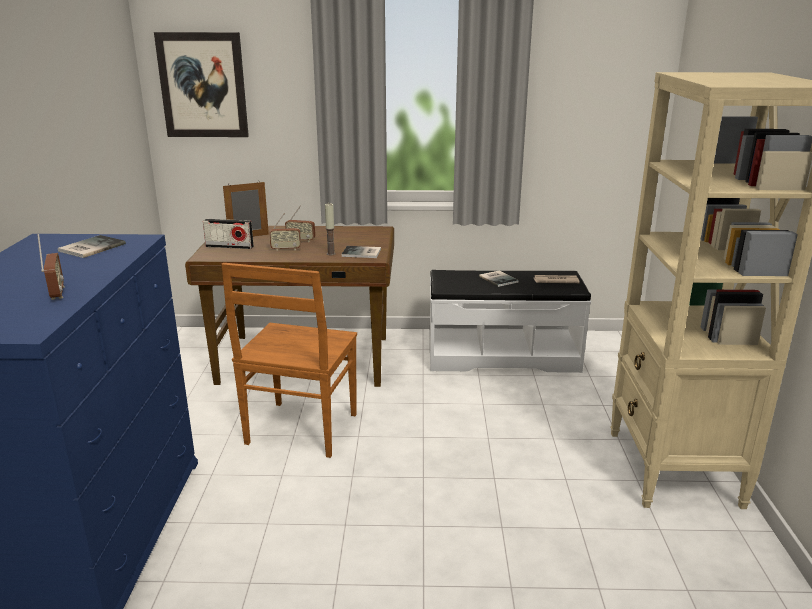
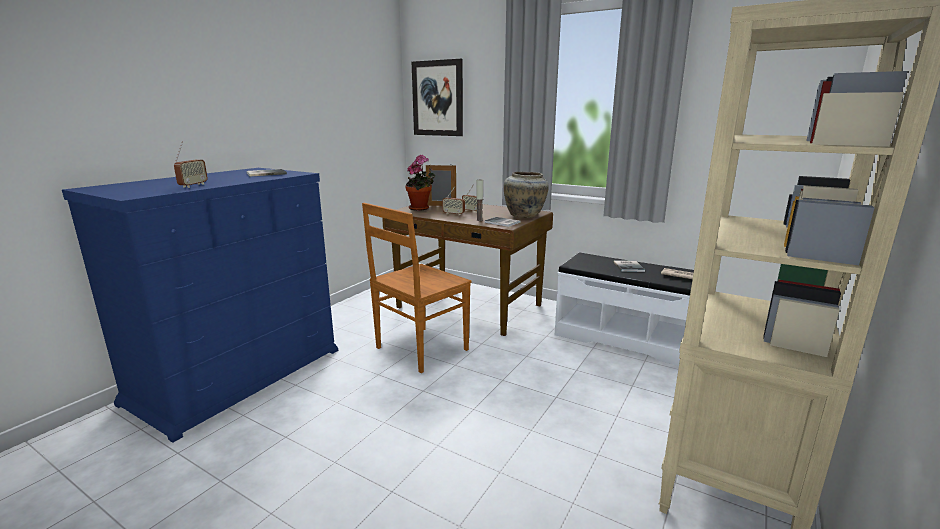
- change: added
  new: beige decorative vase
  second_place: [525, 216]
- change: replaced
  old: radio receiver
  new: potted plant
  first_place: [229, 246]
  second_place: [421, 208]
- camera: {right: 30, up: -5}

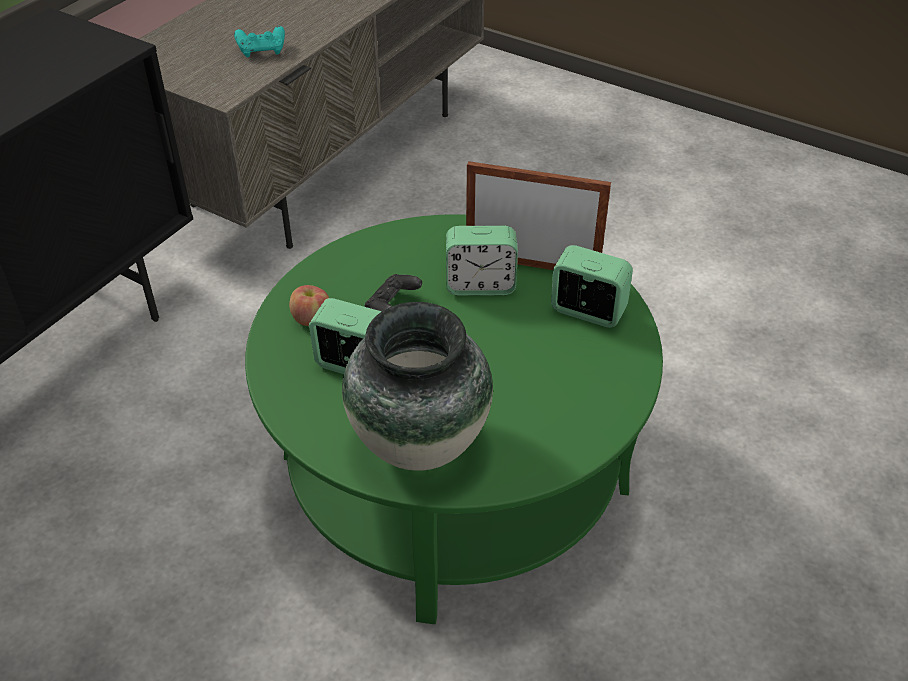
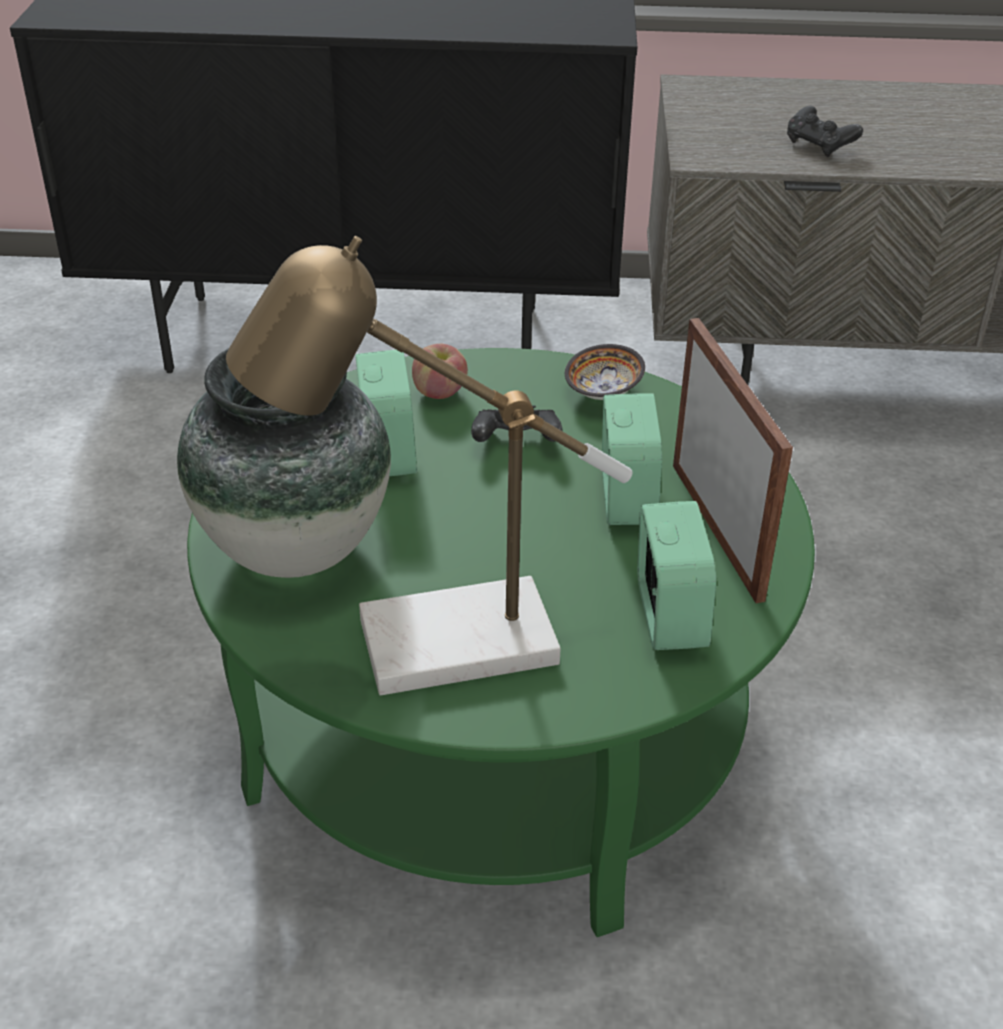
- change: added
  new: tabletop lamp
  second_place: [431, 649]
- change: added
  new: deep dish
  second_place: [603, 392]
- change: recoloured
  old: blue-green gamepad
  new: blackish gamepad
  first_place: [262, 51]
  second_place: [819, 146]
- change: turned
  old: table clock
  first_place: [480, 285]
  second_place: [627, 498]
  degrees: -150
- camera: {right: 60, up: -5}

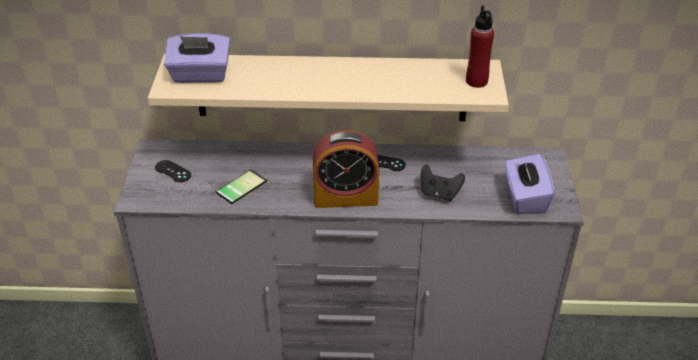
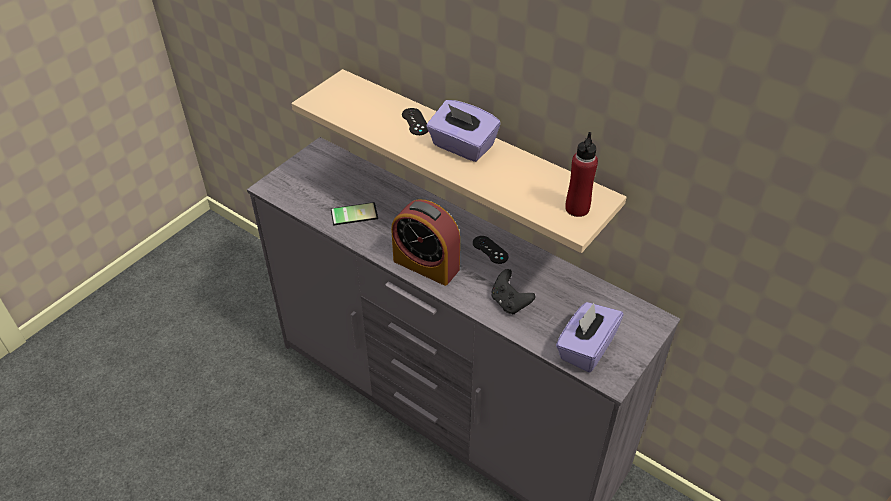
- change: moved
  old: blackish gamepad
  first_place: [173, 171]
  second_place: [415, 122]
- change: moved
  old: purple-coloured tissue box
  first_place: [200, 75]
  second_place: [462, 147]
- camera: {right: 35, up: 5}

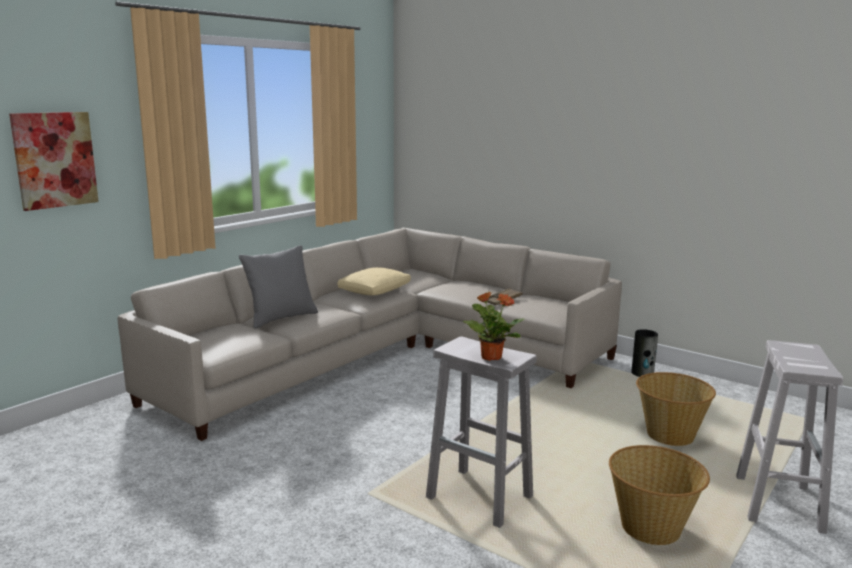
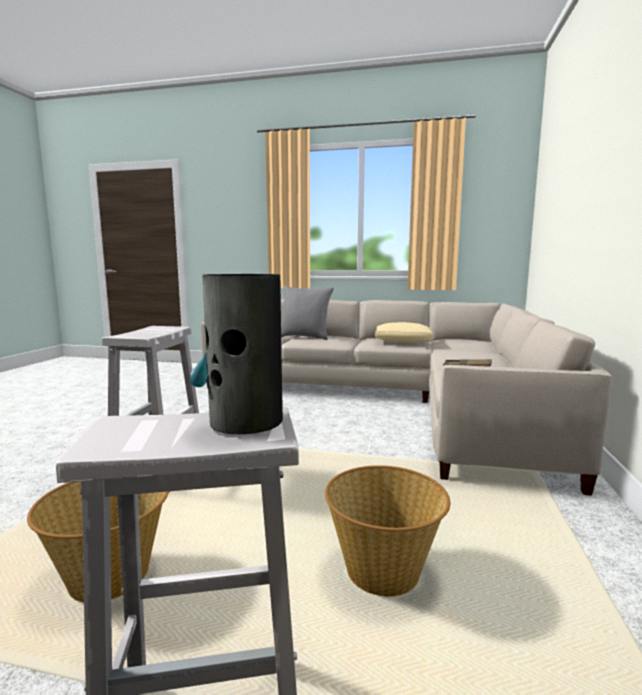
- change: removed
  old: picture
  first_place: [55, 160]
- change: removed
  old: potted plant
  first_place: [490, 357]
- change: moved
  old: decorative vase
  first_place: [642, 374]
  second_place: [245, 421]
- camera: {right: 65, up: -5}

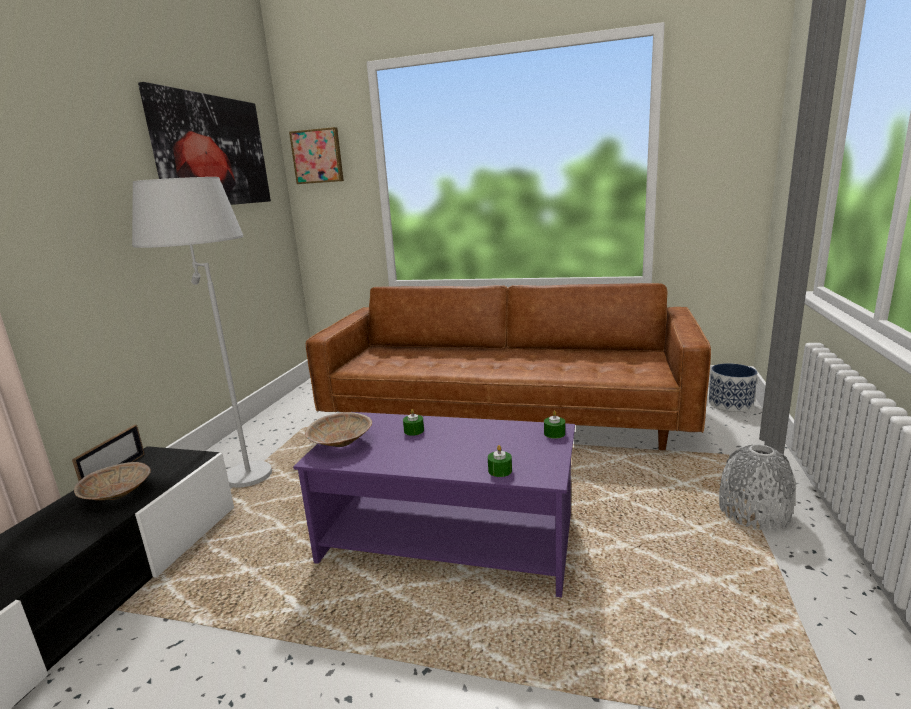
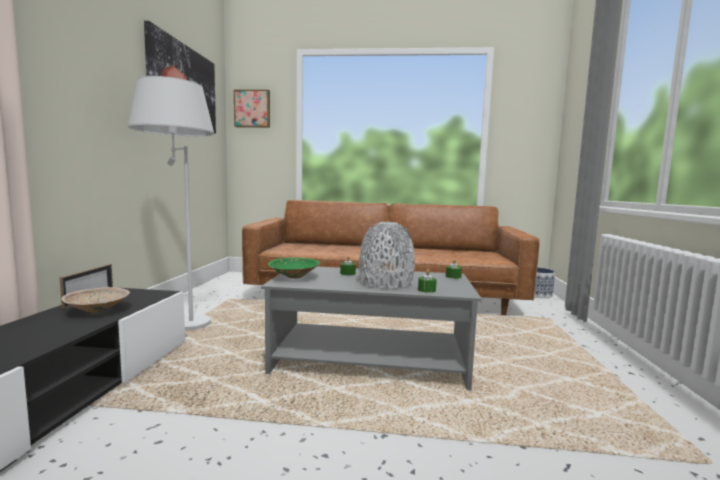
- change: moved
  old: greyish decorative vase
  first_place: [754, 512]
  second_place: [386, 282]
- change: recoloured
  old: purple-coloured lounge table
  new: greyish lounge table
  first_place: [449, 539]
  second_place: [371, 360]
- change: recoloured
  old: beige deep dish
  new: green deep dish
  first_place: [340, 444]
  second_place: [293, 277]
- camera: {right: -10, up: -10}

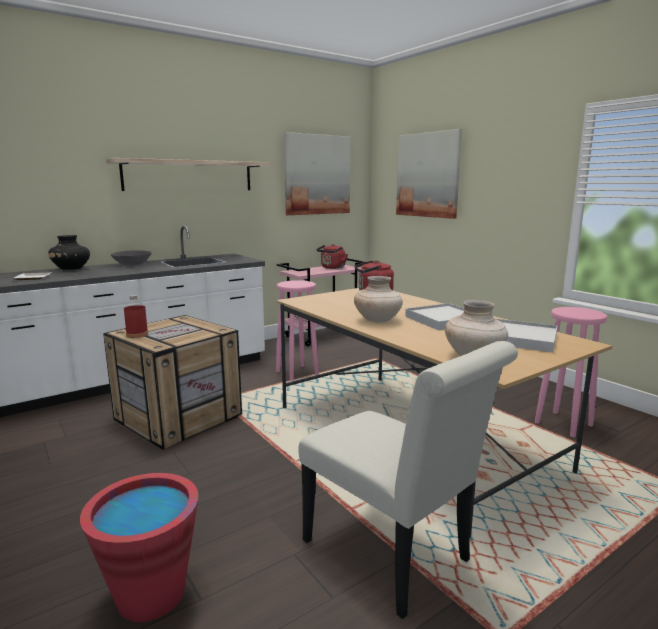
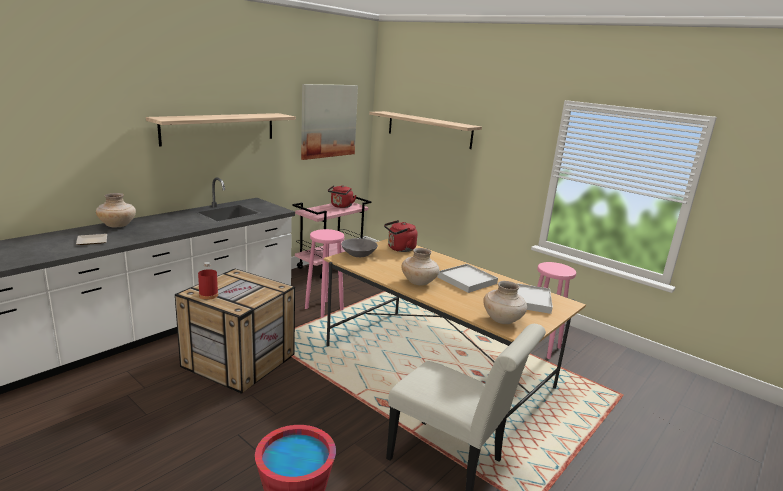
- change: moved
  old: greyish deep dish
  first_place: [132, 265]
  second_place: [359, 255]
- change: replaced
  old: picture
  new: bracket shelf
  first_place: [428, 175]
  second_place: [429, 129]
- change: recoloured
  old: blackish decorative vase
  new: beige decorative vase
  first_place: [71, 269]
  second_place: [118, 225]
- camera: {right: -15, up: 5}

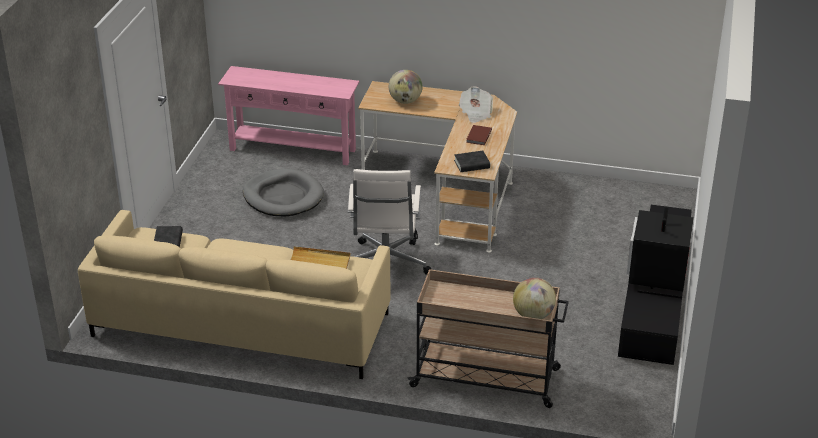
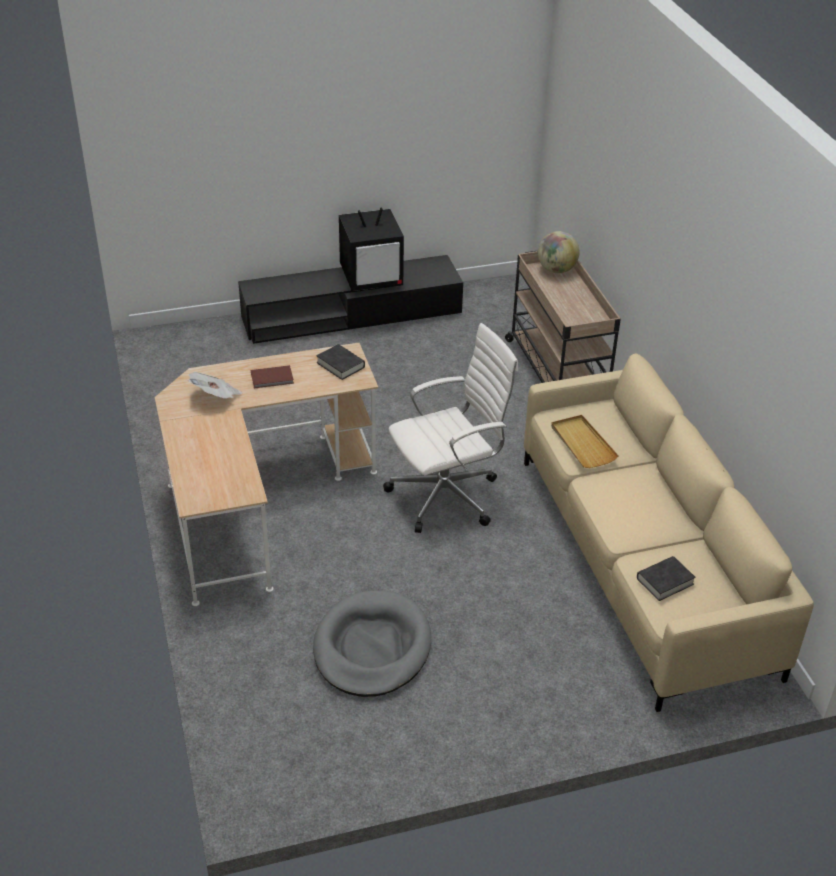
- change: removed
  old: pink-coloured hall table
  first_place: [293, 149]
- change: removed
  old: desk globe
  first_place: [405, 101]
- camera: {right: -120, up: 5}

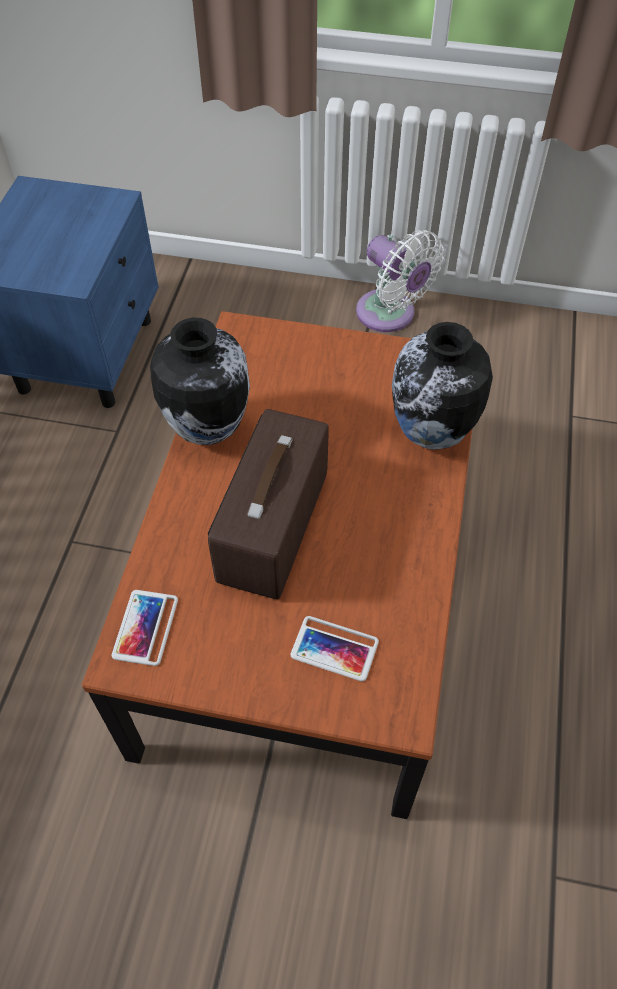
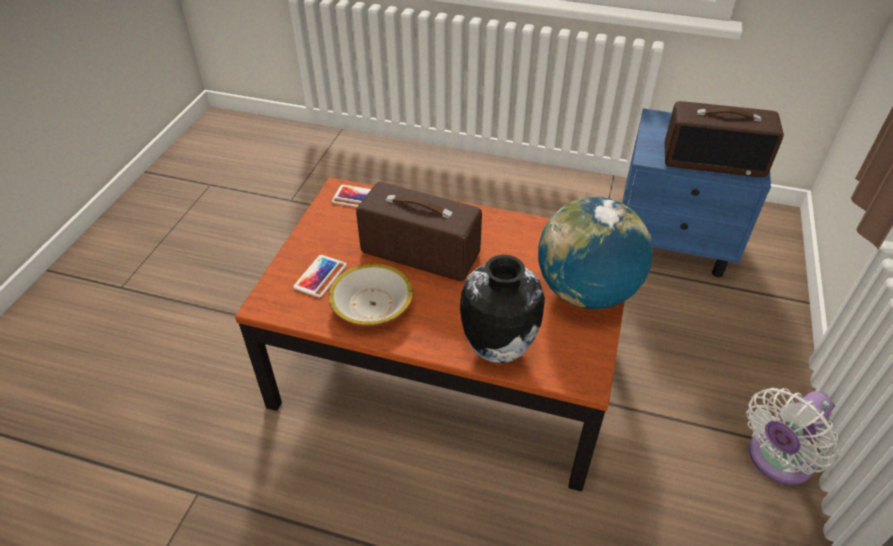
- change: removed
  old: decorative vase
  first_place: [208, 429]
- change: added
  new: deep dish
  second_place: [372, 305]
- change: added
  new: desk globe
  second_place: [586, 292]
- change: added
  new: radio receiver
  second_place: [714, 160]
- camera: {right: 95, up: -10}

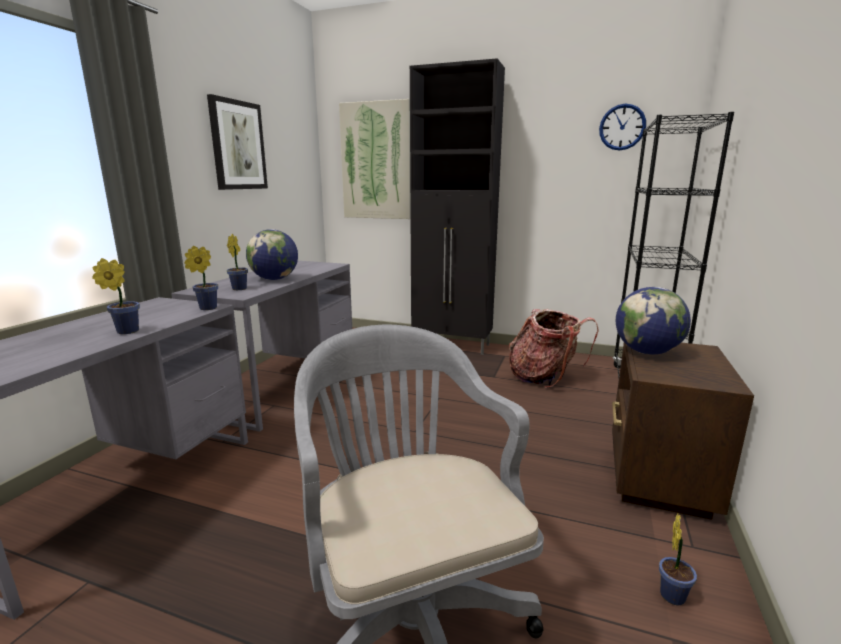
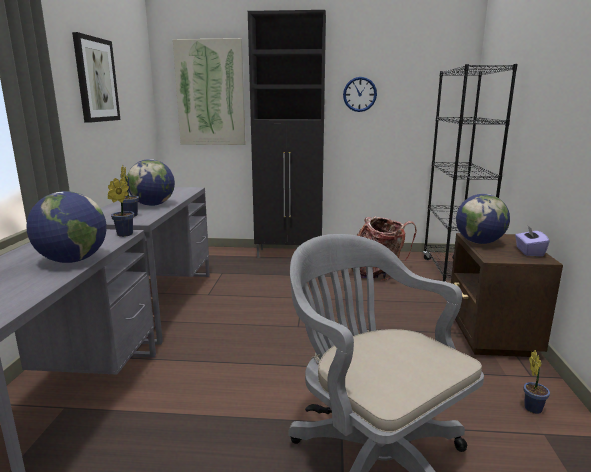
- change: added
  new: purple-coloured tissue box
  second_place: [529, 252]
- change: moved
  old: hanging clock
  first_place: [622, 127]
  second_place: [359, 94]
- change: replaced
  old: potted plant
  new: desk globe
  first_place: [125, 331]
  second_place: [73, 260]
- camera: {right: -15, up: 0}

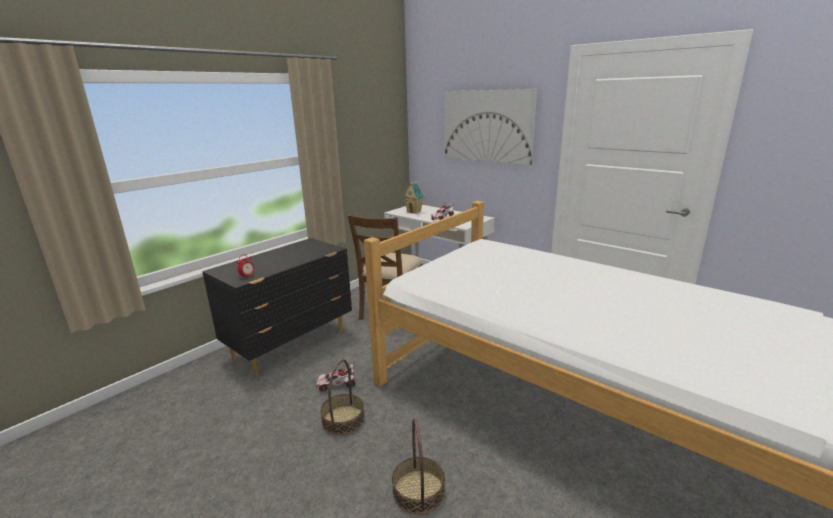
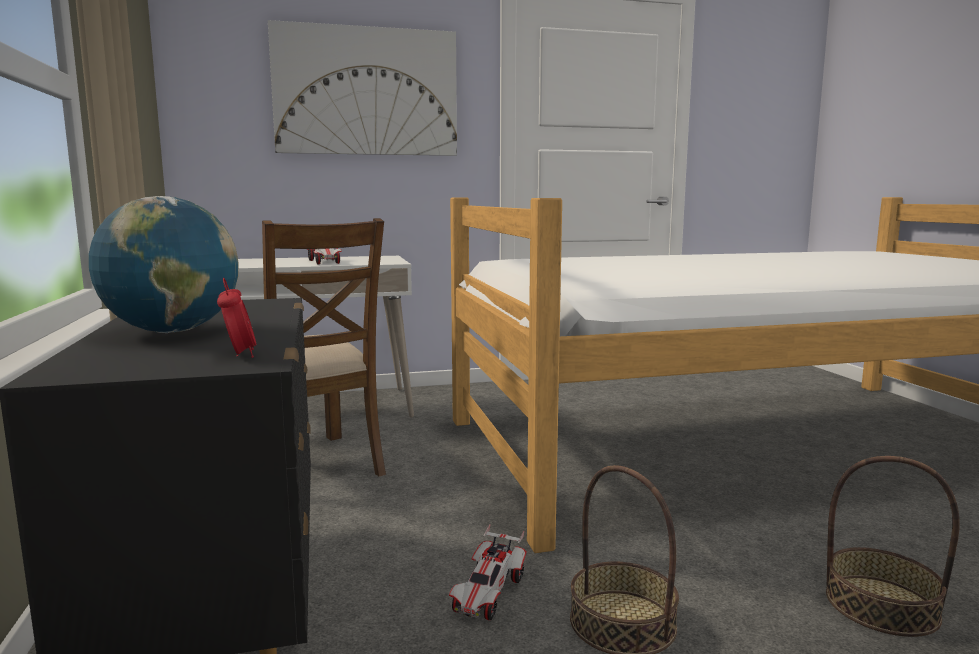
- change: removed
  old: miniature house
  first_place: [414, 212]
- change: added
  new: desk globe
  second_place: [172, 332]
- camera: {right: -55, up: -10}

